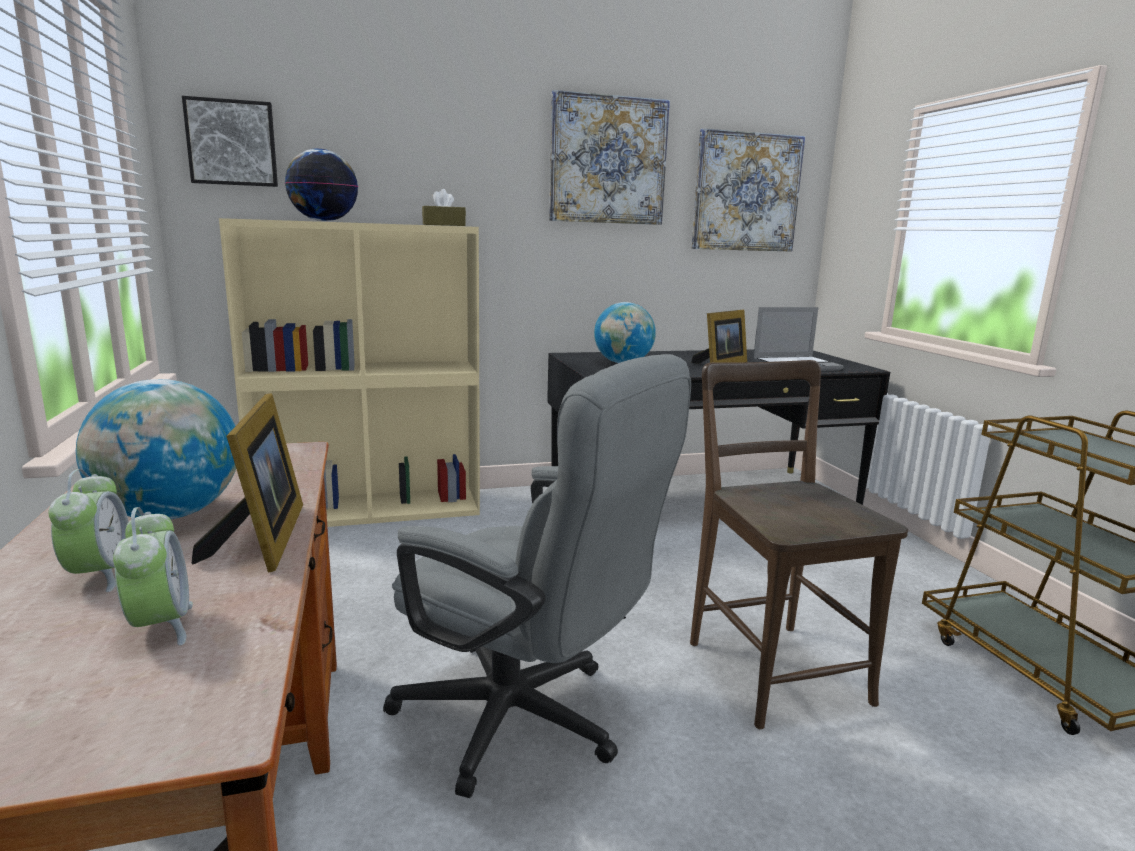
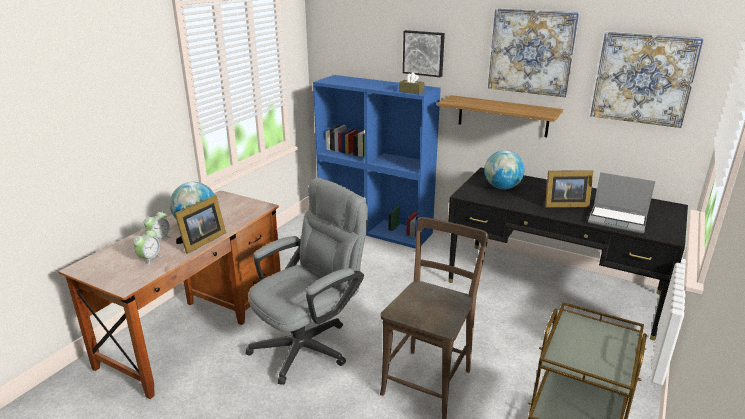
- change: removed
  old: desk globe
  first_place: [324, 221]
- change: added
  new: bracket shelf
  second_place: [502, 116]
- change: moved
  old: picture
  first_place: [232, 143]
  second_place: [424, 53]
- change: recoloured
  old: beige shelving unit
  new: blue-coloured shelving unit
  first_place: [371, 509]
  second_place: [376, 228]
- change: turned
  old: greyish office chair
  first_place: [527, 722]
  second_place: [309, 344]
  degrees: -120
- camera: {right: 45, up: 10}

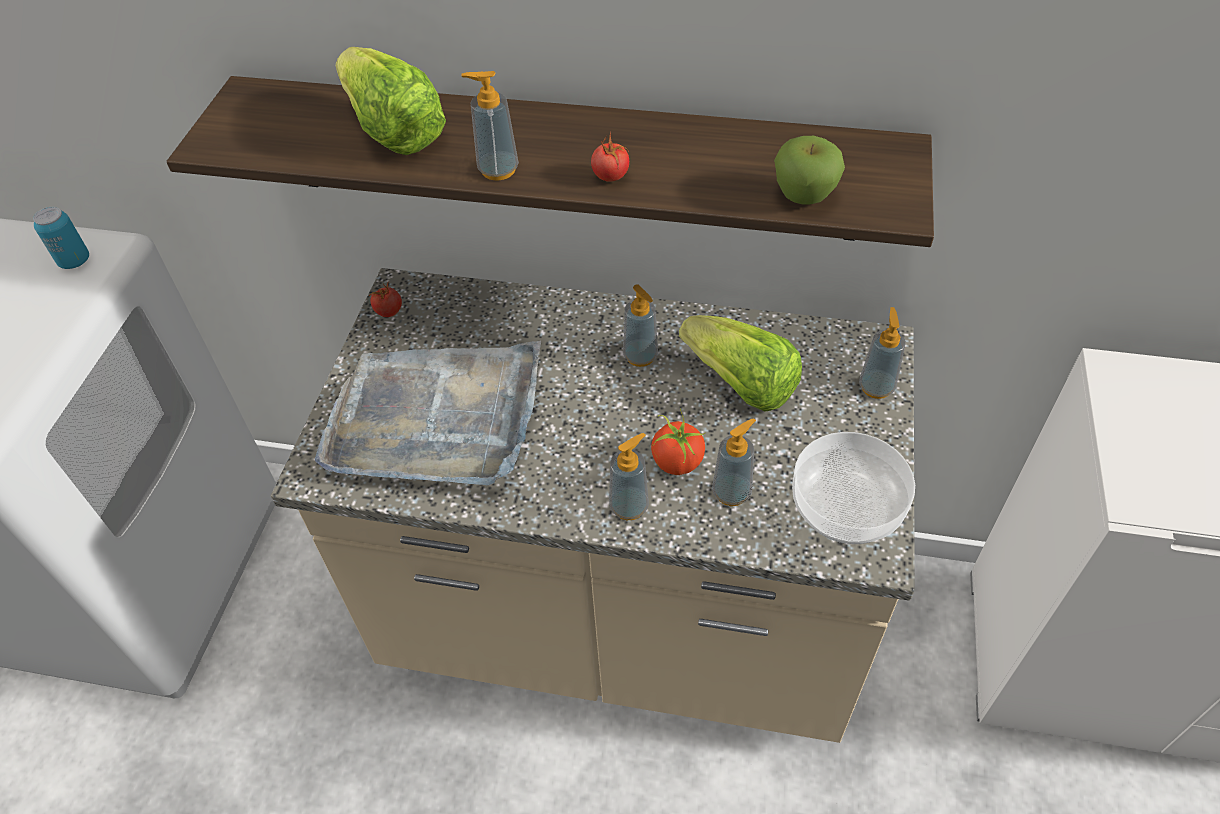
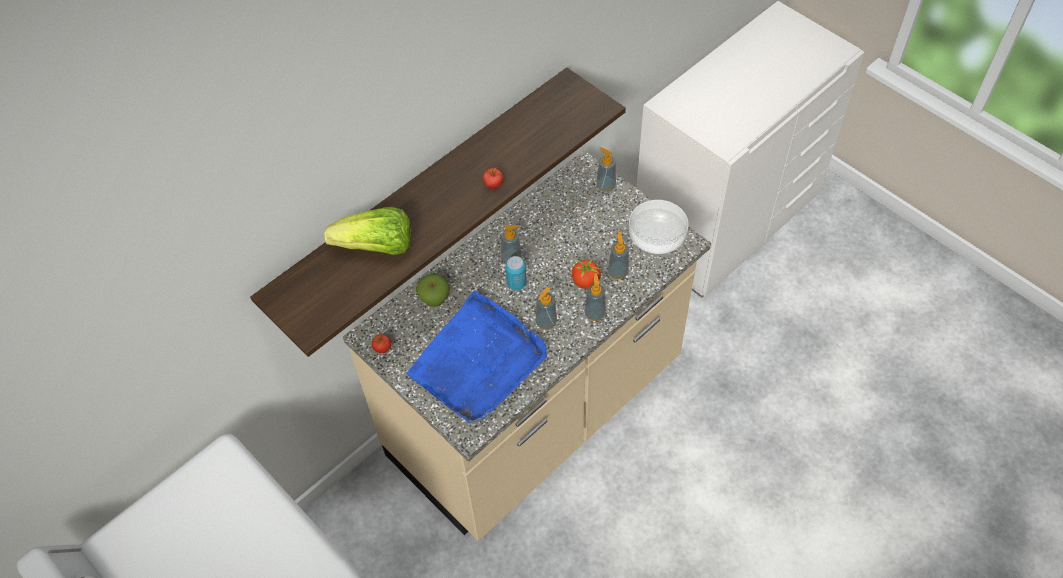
- change: removed
  old: lettuce
  first_place: [740, 384]
- change: moved
  old: sealed can
  first_place: [74, 261]
  second_place: [516, 283]
- change: moved
  old: liquid soap bottle
  first_place: [498, 170]
  second_place: [546, 322]
- change: moved
  old: apple fruit
  first_place: [804, 197]
  second_place: [434, 299]
- change: recoloured
  old: greyish carrying tray
  new: blue-coloured carrying tray
  first_place: [437, 418]
  second_place: [478, 362]
- camera: {right: -55, up: 5}

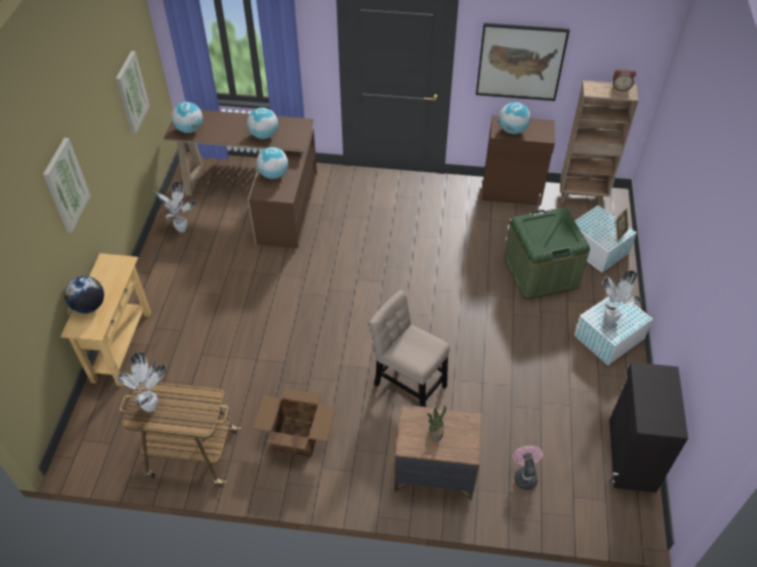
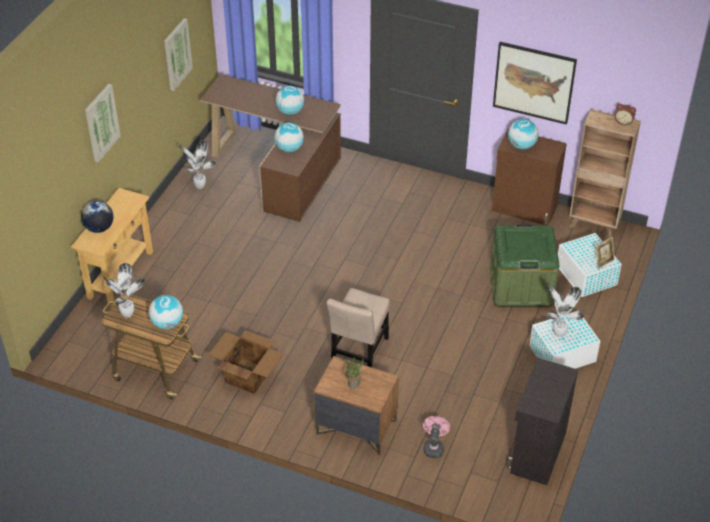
- change: moved
  old: desk globe
  first_place: [189, 129]
  second_place: [167, 323]
- change: turned
  old: beige upright chair
  first_place: [407, 382]
  second_place: [359, 353]
  degrees: -120
- camera: {right: 15, up: -5}

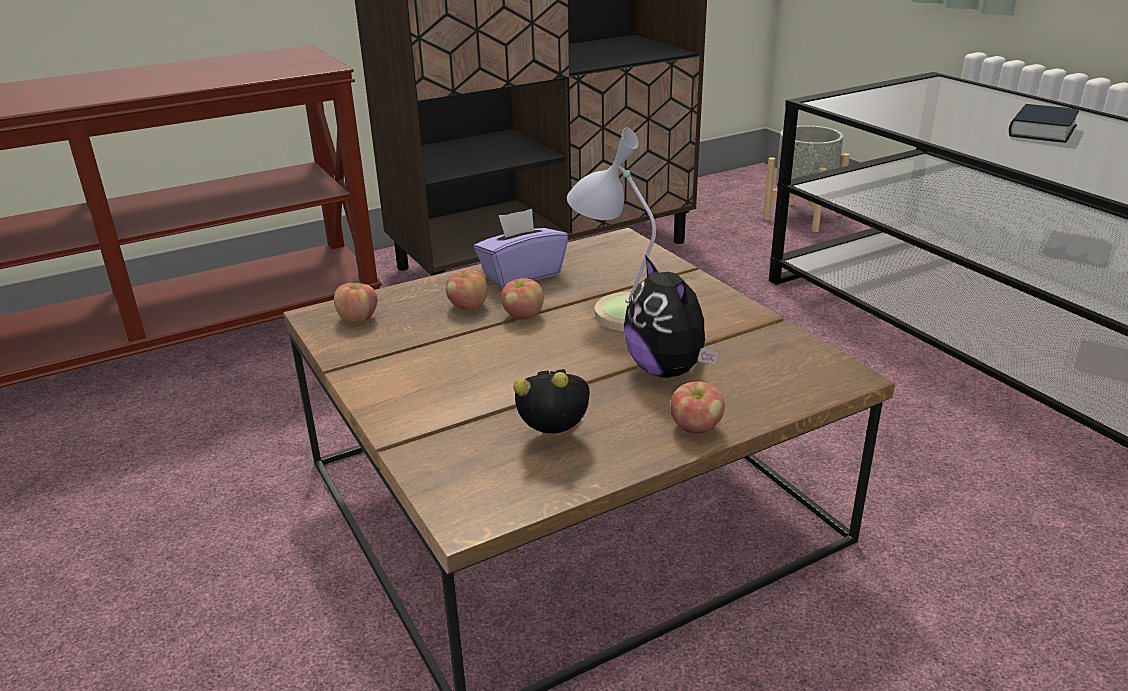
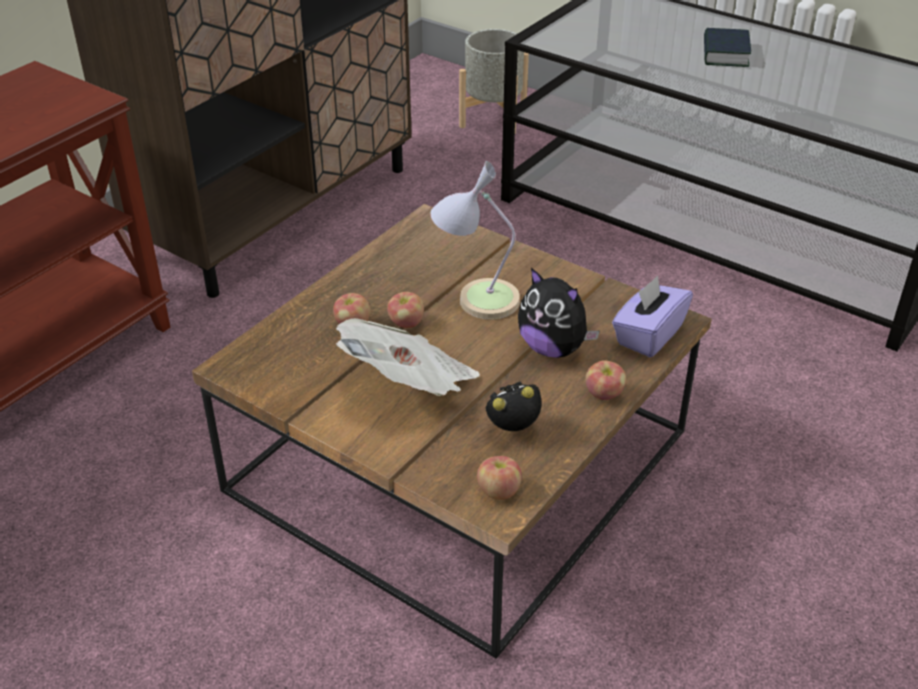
- change: added
  new: printed paper
  second_place: [410, 385]
- change: moved
  old: apple fruit
  first_place: [357, 319]
  second_place: [498, 491]
- change: moved
  old: purple-coloured tissue box
  first_place: [521, 274]
  second_place: [648, 335]
- camera: {right: -25, up: 10}

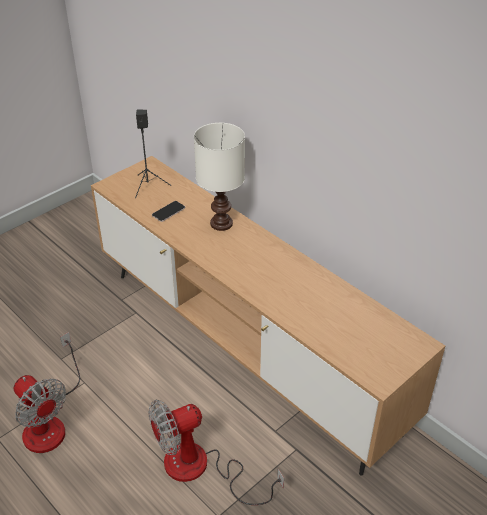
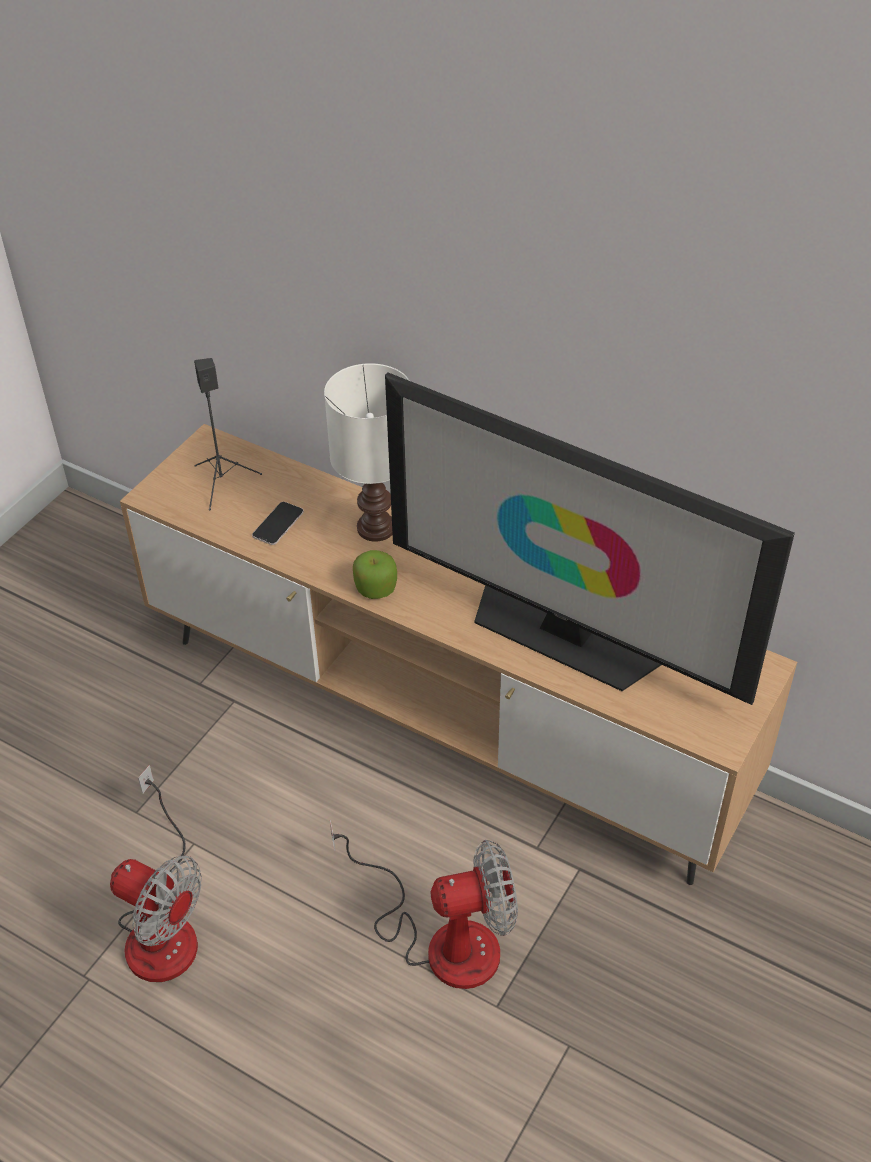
- change: added
  new: apple fruit
  second_place: [375, 588]
- change: added
  new: television
  second_place: [565, 633]
- change: turned
  old: electric fan
  first_place: [200, 469]
  second_place: [442, 939]
  degrees: -150
- camera: {right: -15, up: 5}

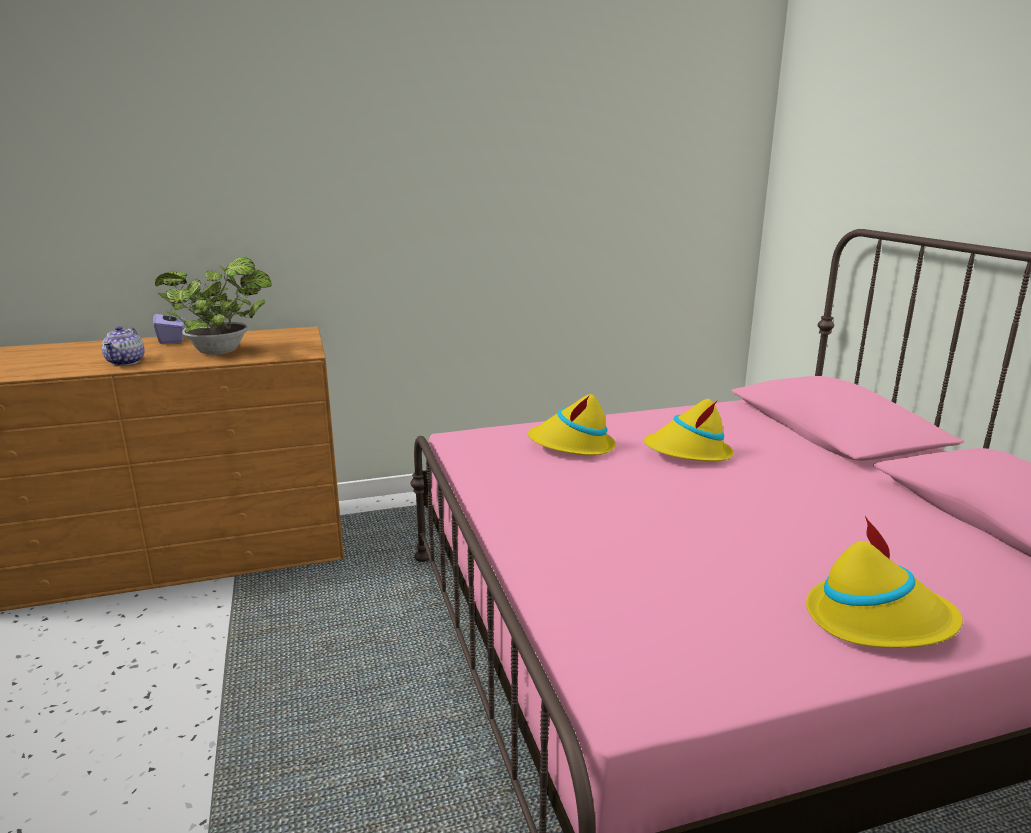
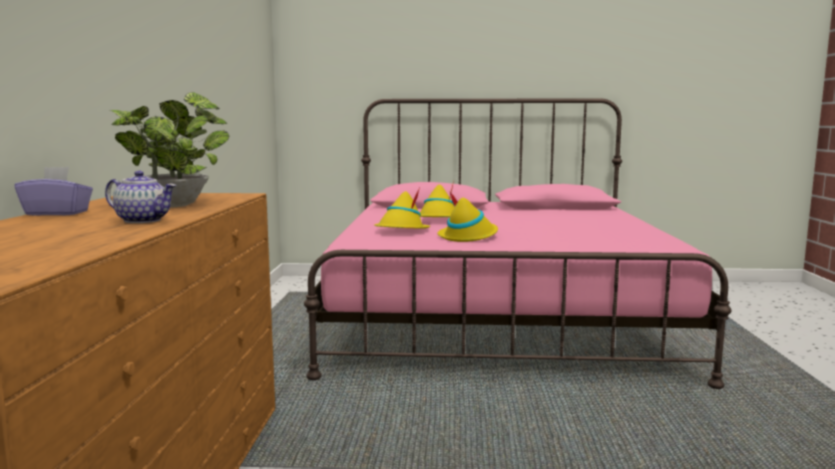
- change: moved
  old: yellowish clothing hat
  first_place: [877, 621]
  second_place: [468, 237]
- camera: {right: -70, up: -10}

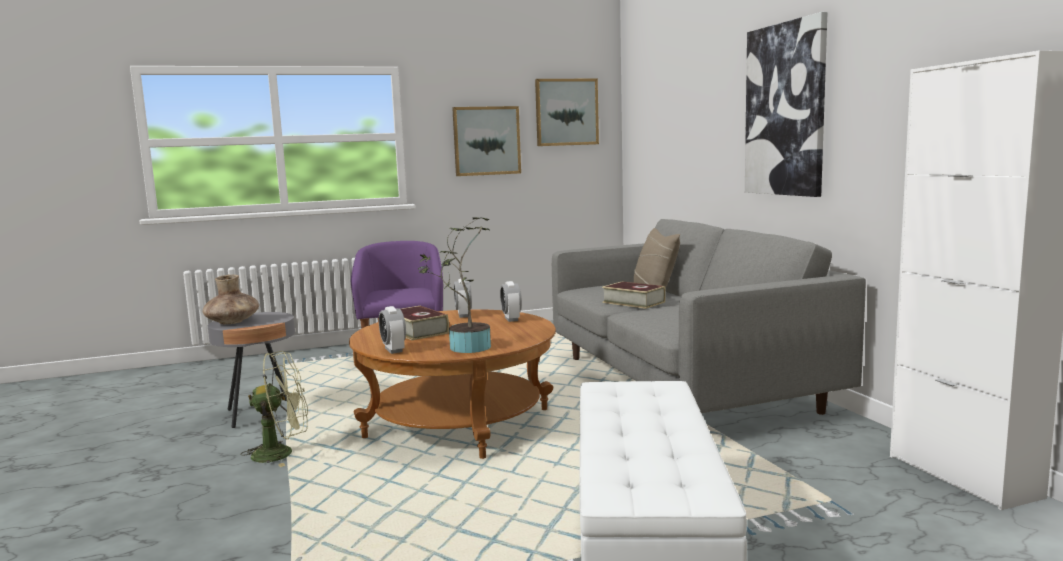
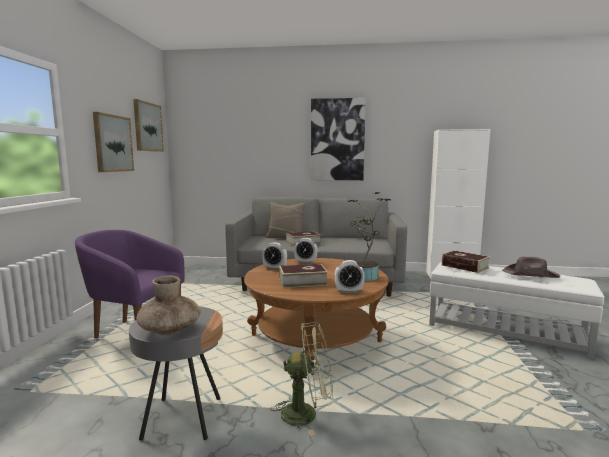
- change: added
  new: volume
  second_place: [465, 266]
- change: added
  new: brown-coloured clothing hat
  second_place: [530, 274]
- change: turned
  old: green electric fan
  first_place: [282, 453]
  second_place: [307, 413]
  degrees: 75
- camera: {right: -65, up: 0}

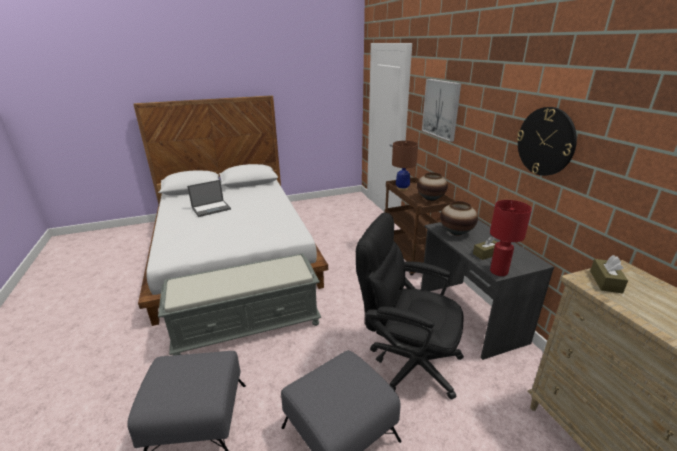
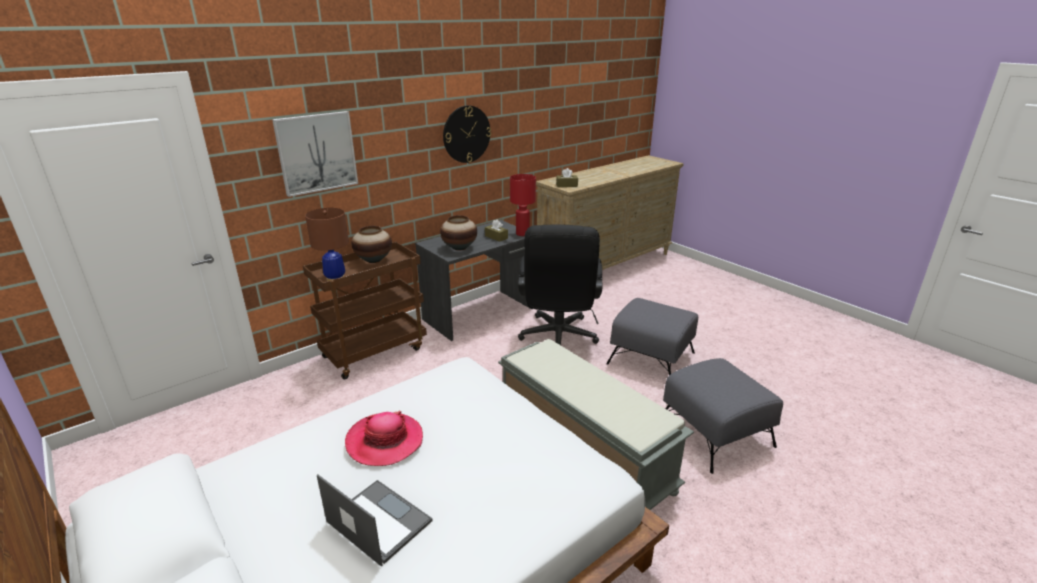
- change: added
  new: clothing hat
  second_place: [385, 441]
- camera: {right: -110, up: 0}

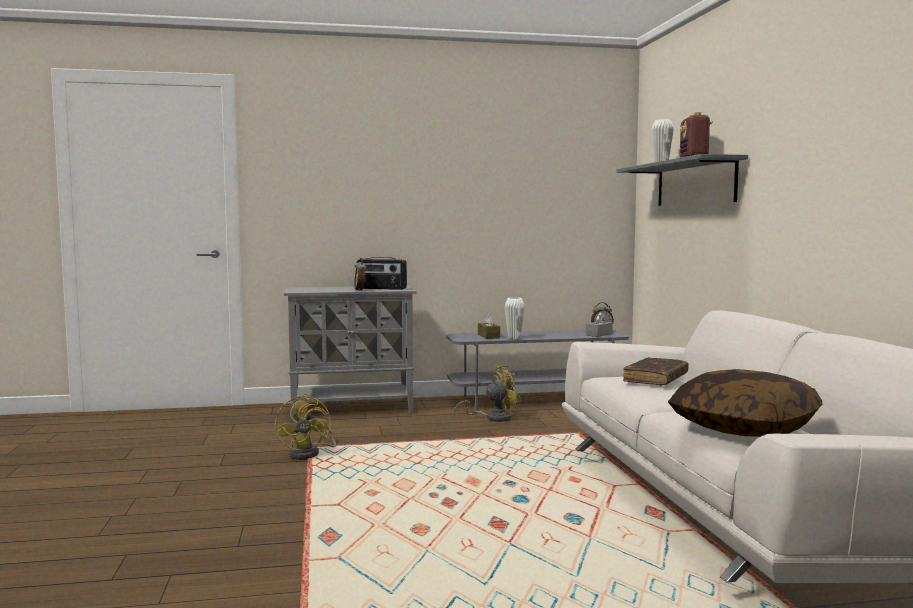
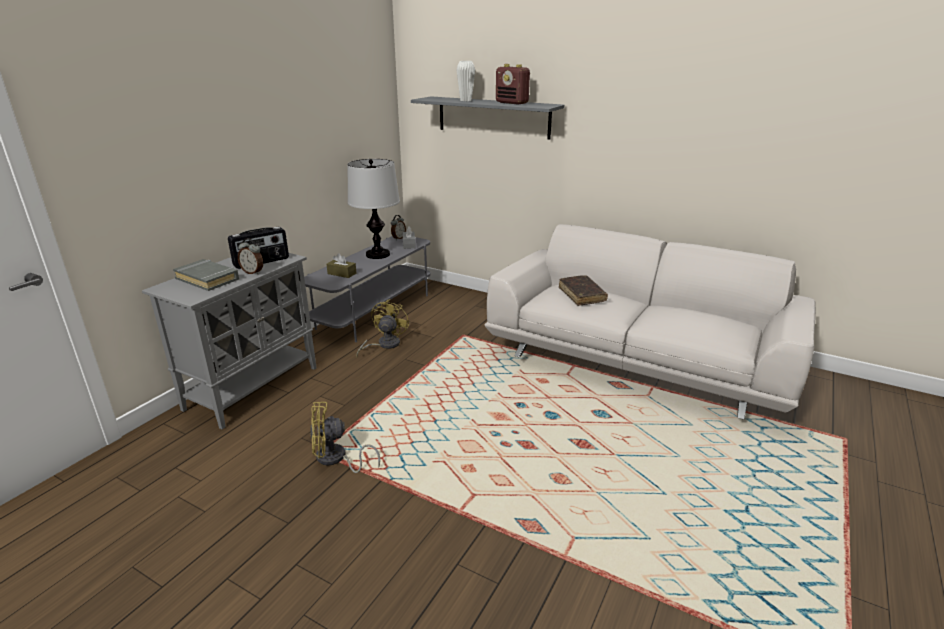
- change: removed
  old: white-coloured decorative vase
  first_place: [514, 338]
- change: removed
  old: pillow
  first_place: [744, 427]
- change: added
  new: greyish volume
  second_place: [207, 279]
- change: added
  new: tabletop lamp
  second_place: [378, 254]
- change: turned
  old: yellowish electric fan
  first_place: [310, 454]
  second_place: [336, 459]
  degrees: 135
- camera: {right: -50, up: 20}

